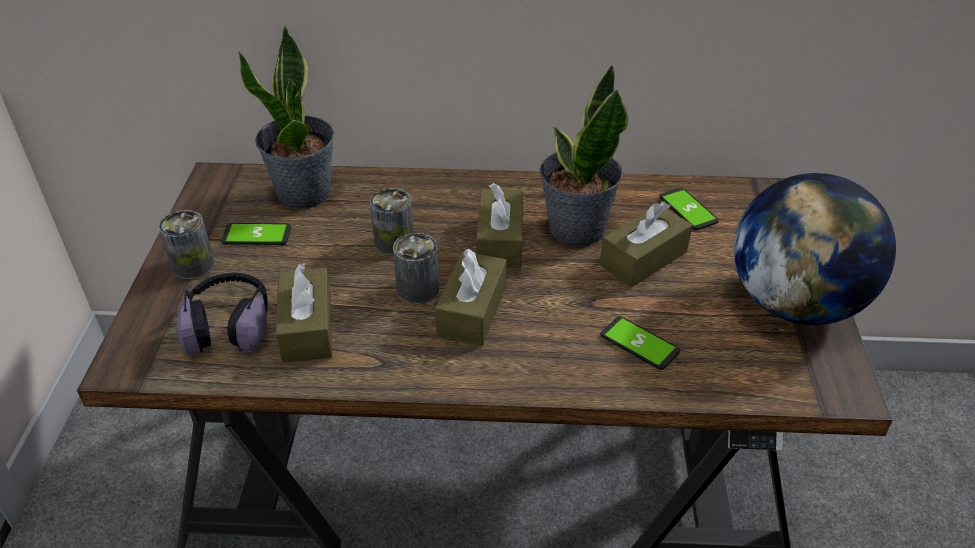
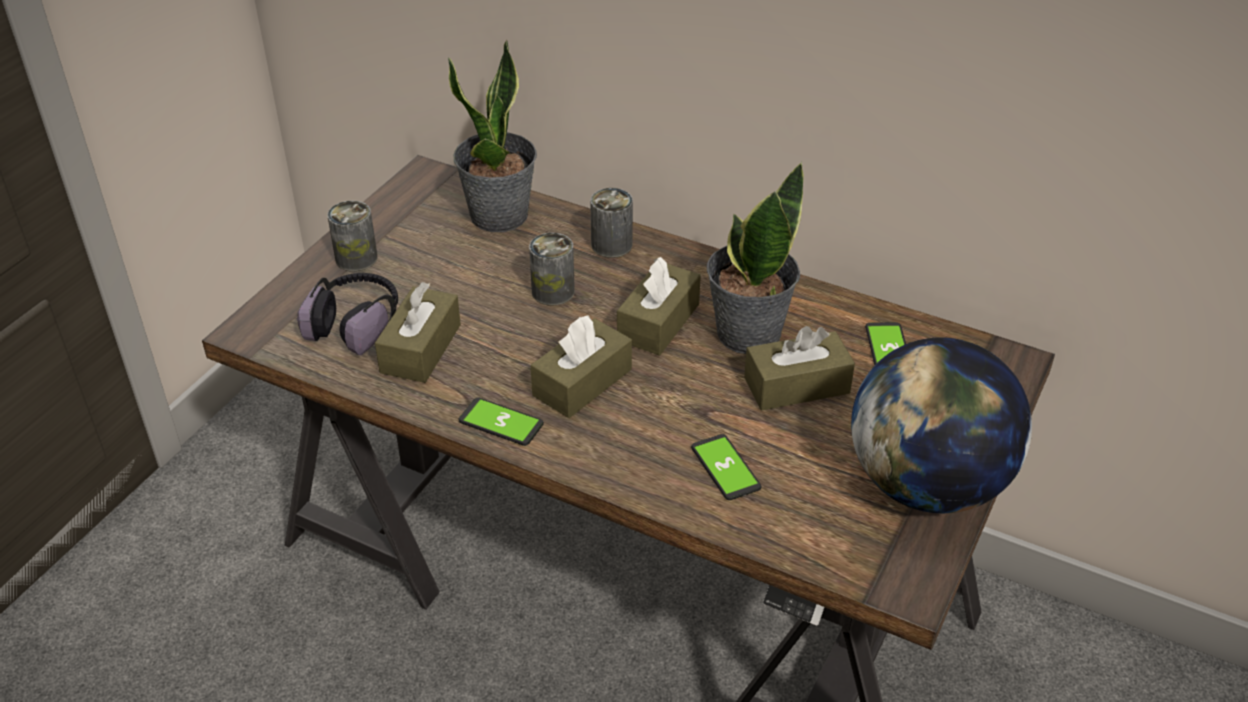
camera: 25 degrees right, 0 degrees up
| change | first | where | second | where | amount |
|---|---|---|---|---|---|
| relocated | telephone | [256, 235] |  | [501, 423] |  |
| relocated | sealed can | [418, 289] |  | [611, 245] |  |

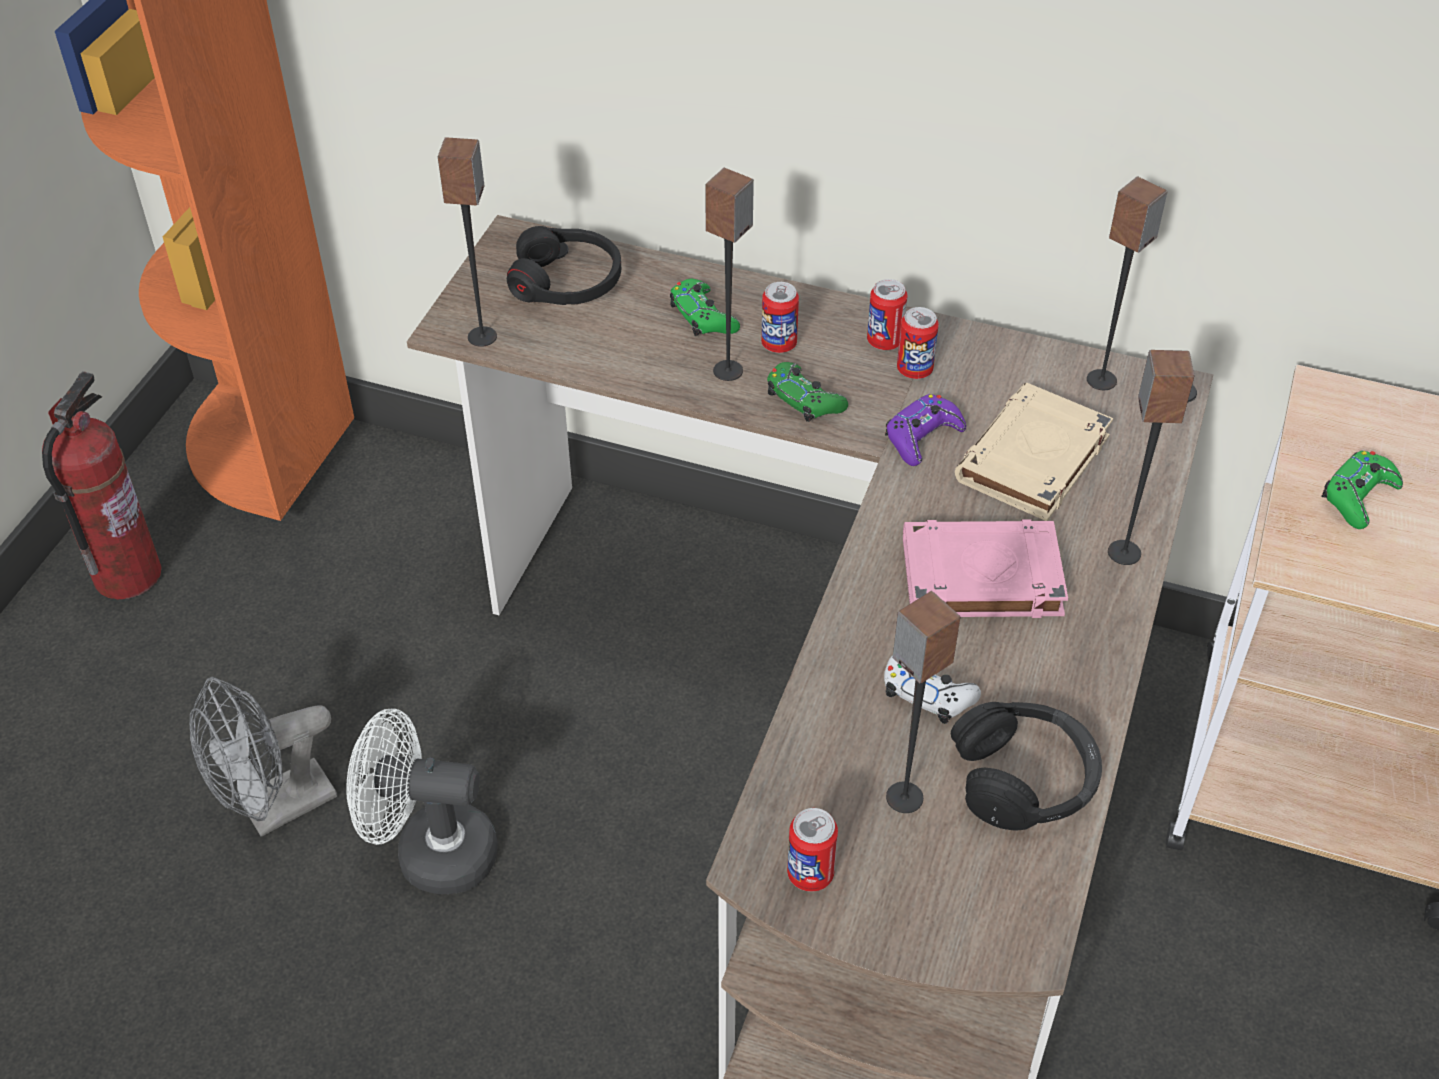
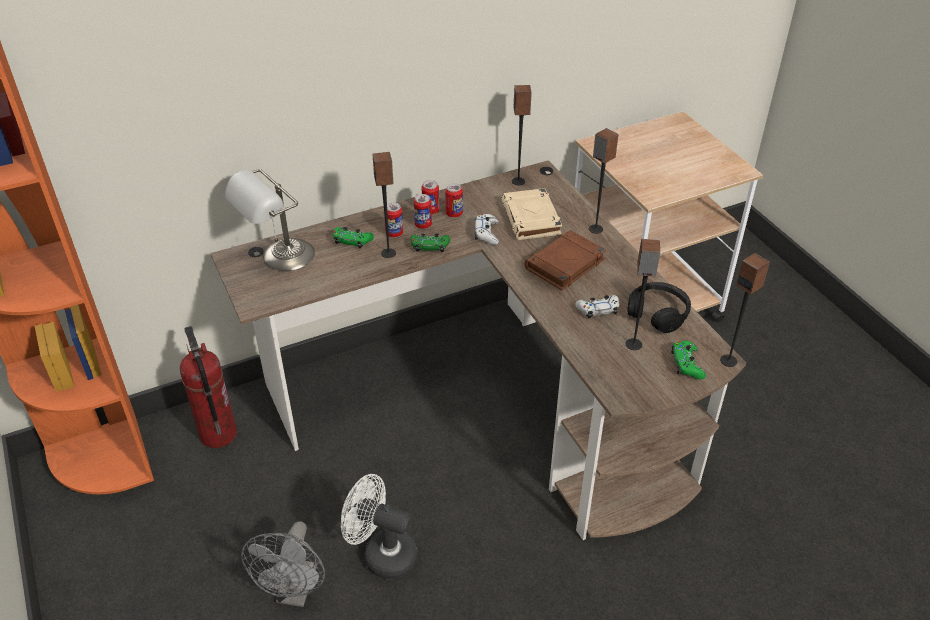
camera: 45 degrees left, 5 degrees down
| change | first | where | second | where | amount |
|---|---|---|---|---|---|
| relocated | fire-fighting cylinder | [127, 574] |  | [217, 434] |  |
| relocated | loudspeaker | [483, 337] |  | [729, 360] |  |
| relocated | sealed can | [810, 874] |  | [423, 225] |  |
| relocated | green-coloured game controller | [1358, 496] |  | [687, 364] |  |
| exchanged | black-coloured pair of headphones | [567, 281] | whitish tabletop lamp | [279, 259] |  |
| colour | purple-coloured game controller | [922, 437] | whitish game controller | [486, 233] |  |
| colour | pink-coloured volume | [979, 577] | brown volume | [564, 264] |  |
| spun | whitish fan | [430, 852] |  | [382, 554] | 60 degrees clockwise |

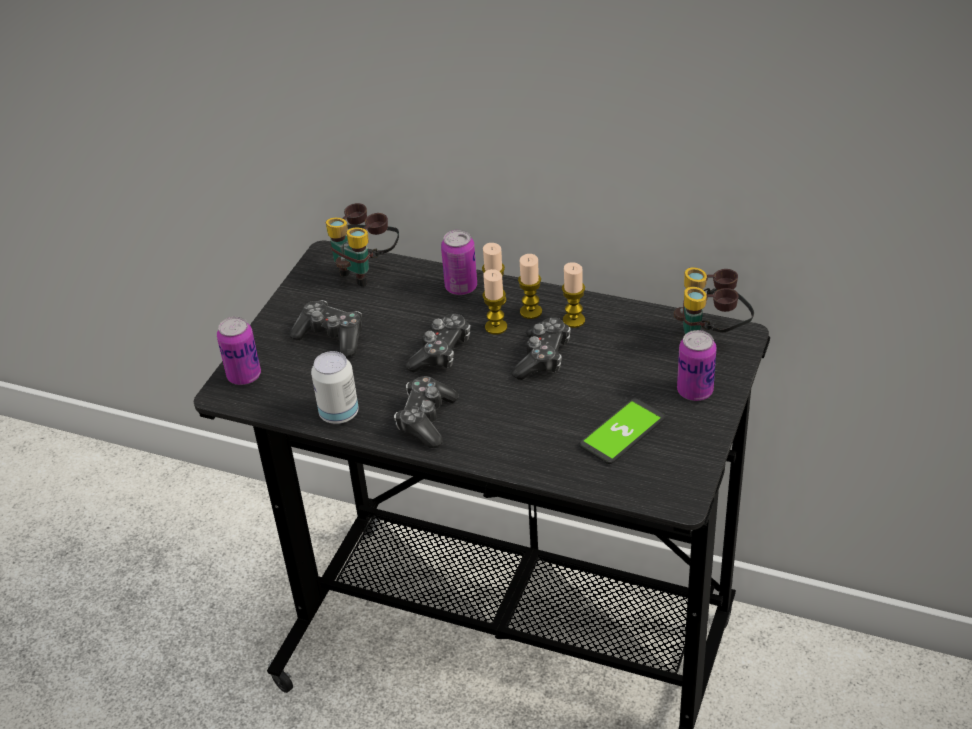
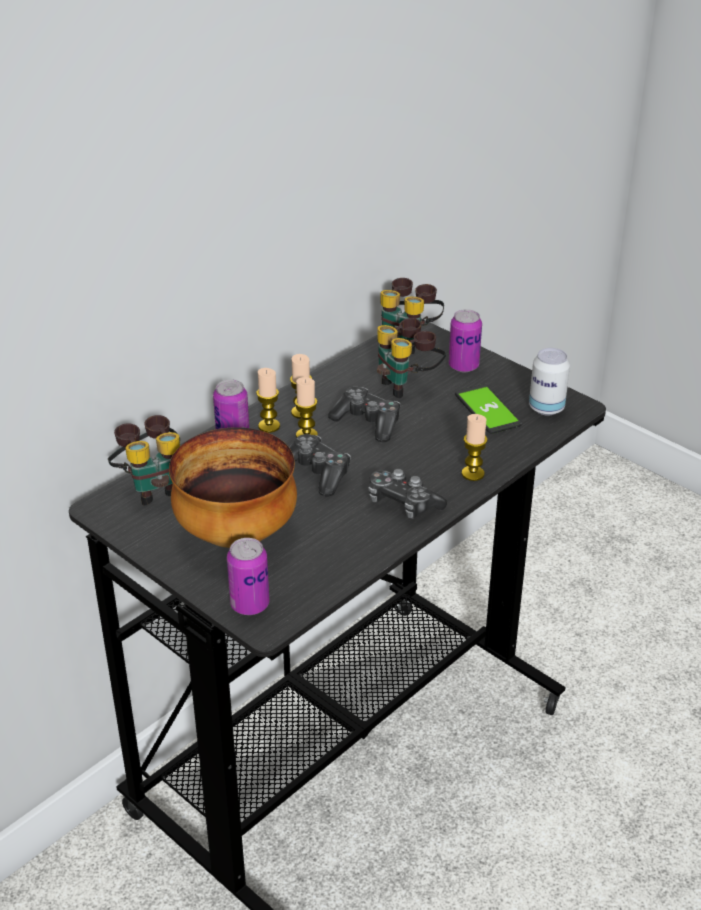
camera: 70 degrees left, 5 degrees down
| change | first | where | second | where | amount |
|---|---|---|---|---|---|
| appeared |  |  | binoculars | [408, 385] |  |
| relocated | sealed can | [339, 414] |  | [546, 408] |  |
| relocated | wax candle | [574, 320] |  | [472, 474] |  |
| exchanged | game controller | [331, 336] | deep dish | [237, 533] |  |

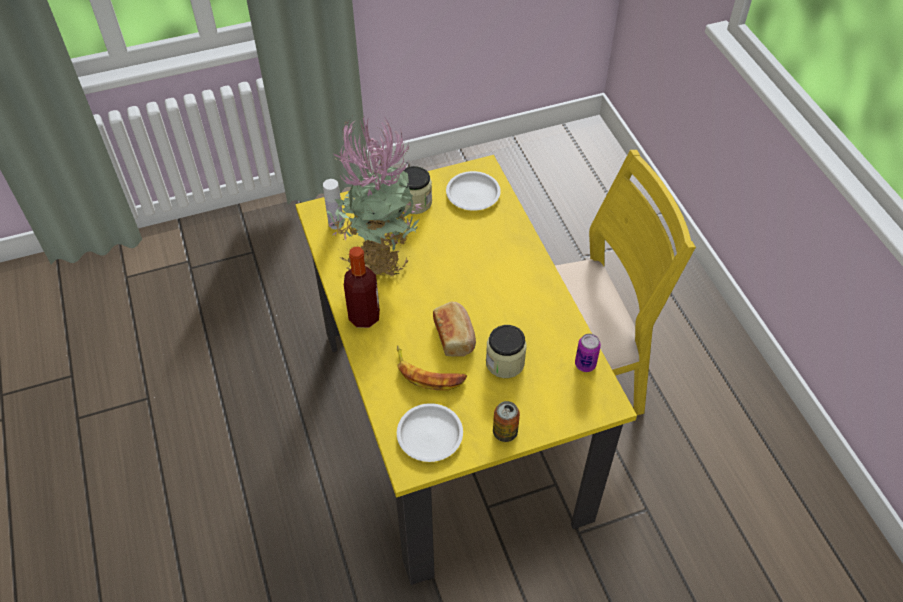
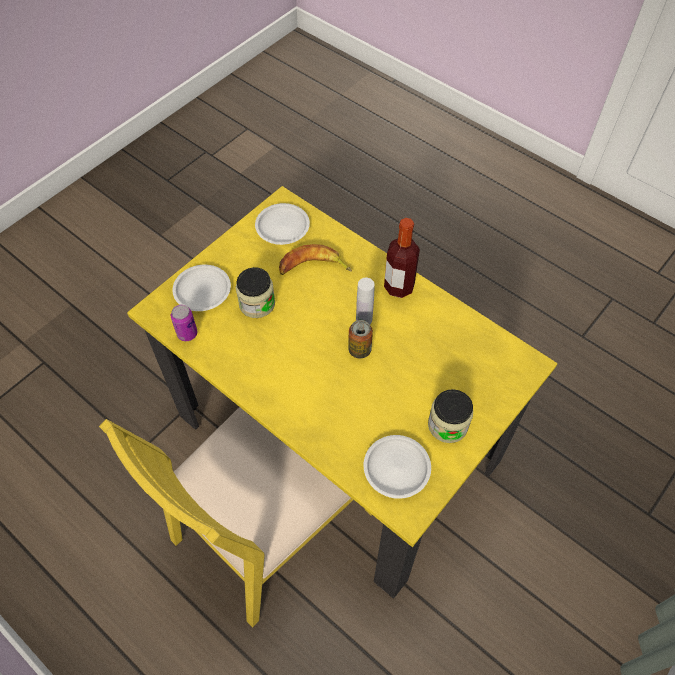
camera: 150 degrees right, 5 degrees up
| change | first | where | second | where | amount |
|---|---|---|---|---|---|
| missing | houseplant | [378, 257] |  |  |  |
| missing | bread | [455, 336] |  |  |  |
| appeared |  |  | whitish plate | [202, 290] |  |
| relocated | whitish beverage bottle | [336, 223] |  | [364, 319] |  |
| relocated | sealed can | [505, 432] |  | [359, 350] |  |

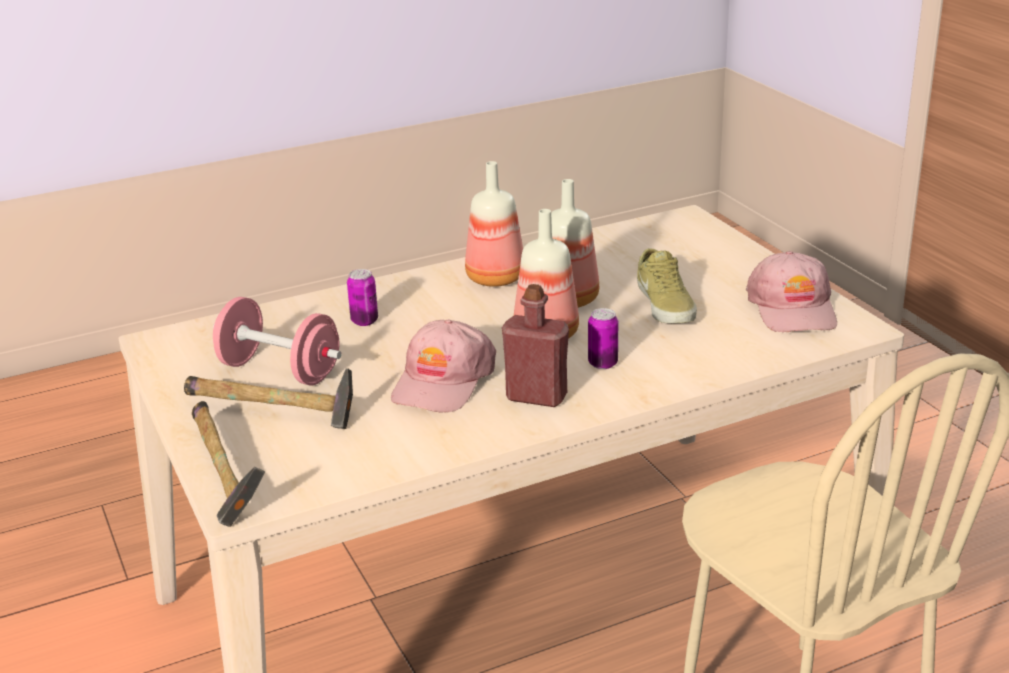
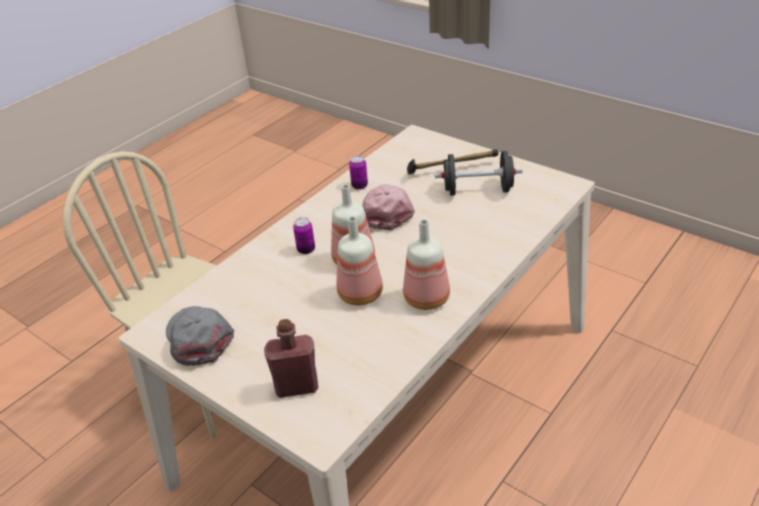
camera: 155 degrees right, 10 degrees up
| change | first | where | second | where | amount |
|---|---|---|---|---|---|
| missing | hand hammer | [222, 476] |  |  |  |
| missing | beige shoe | [667, 304] |  |  |  |
| relocated | sealed can | [364, 321] |  | [359, 186] |  |
| relocated | red beverage bottle | [536, 397] |  | [297, 387] |  |
| colour | pink-coloured dumbbell | [280, 371] | black-coloured dumbbell | [478, 190] |  |
| colour | pink-coloured baseball cap | [793, 308] | gray baseball cap | [198, 338] |  |

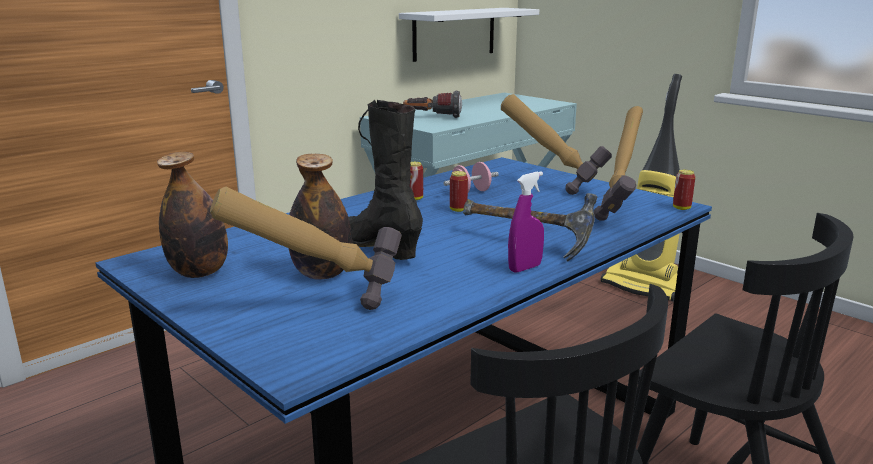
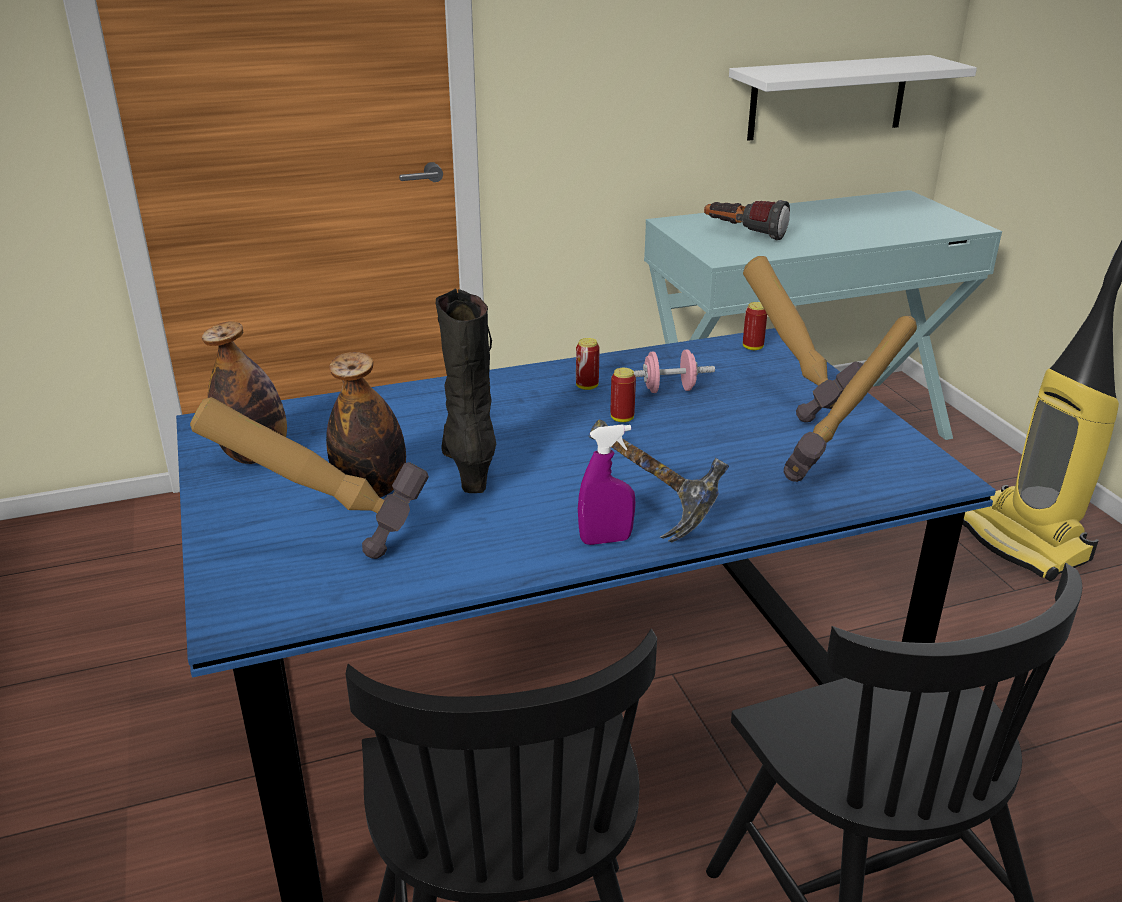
camera: 25 degrees right, 10 degrees up
| change | first | where | second | where | amount |
|---|---|---|---|---|---|
| relocated | sealed can | [681, 208] |  | [752, 347] |  |

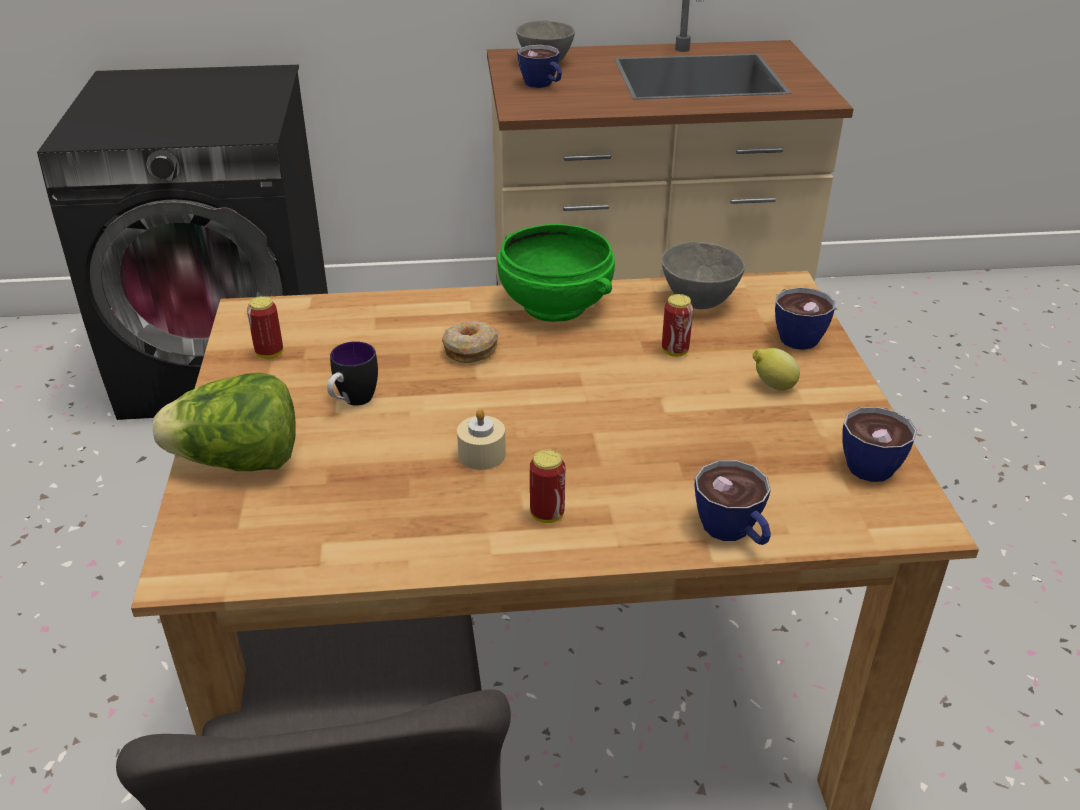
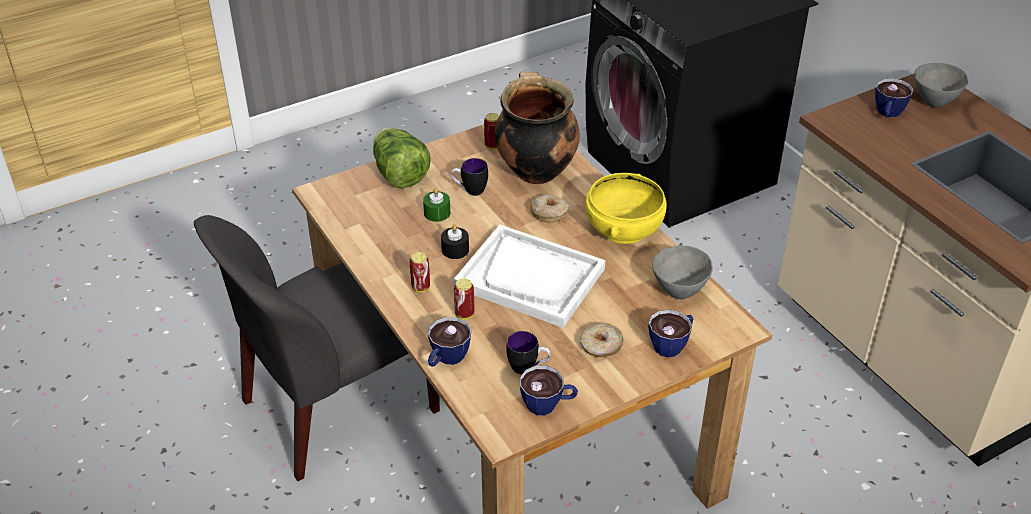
camera: 65 degrees right, 5 degrees up
| change | first | where | second | where | amount |
|---|---|---|---|---|---|
| appeared |  |  | green-coloured wax candle | [437, 213] |  |
| appeared |  |  | whitish tray | [530, 278] |  |
| appeared |  |  | cooking pot | [535, 170] |  |
| appeared |  |  | tea mug | [528, 368] |  |
| relocated | sealed can | [674, 351] |  | [464, 314] |  |
| exchanged | whole lemon | [772, 386] | doughnut | [601, 346] |  |
| colour | beige wax candle | [482, 454] | black-coloured wax candle | [455, 250] |  |
| colour | green-coloured deep dish | [554, 306] | yellow-coloured deep dish | [622, 230] |  |

